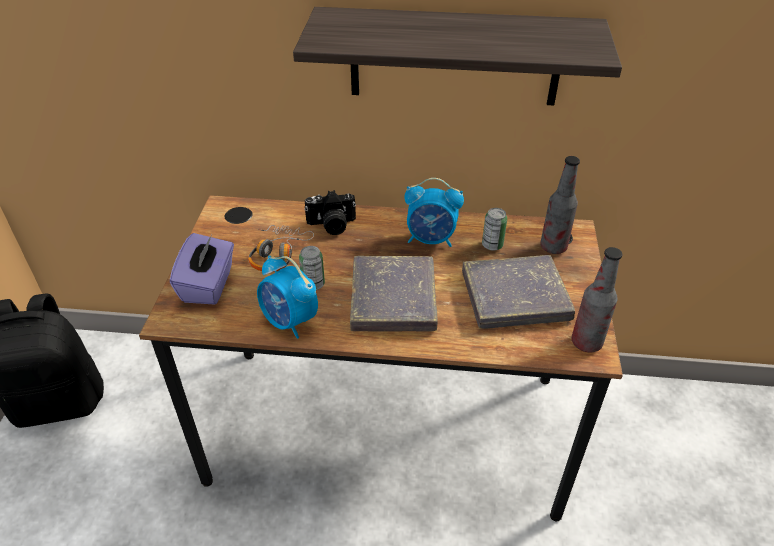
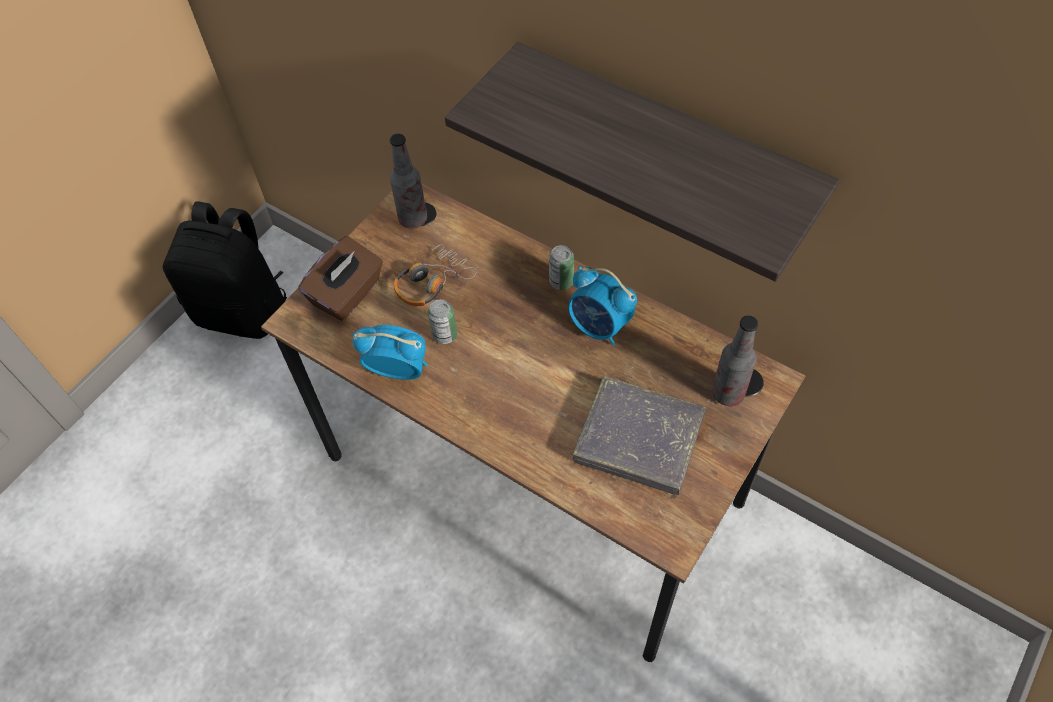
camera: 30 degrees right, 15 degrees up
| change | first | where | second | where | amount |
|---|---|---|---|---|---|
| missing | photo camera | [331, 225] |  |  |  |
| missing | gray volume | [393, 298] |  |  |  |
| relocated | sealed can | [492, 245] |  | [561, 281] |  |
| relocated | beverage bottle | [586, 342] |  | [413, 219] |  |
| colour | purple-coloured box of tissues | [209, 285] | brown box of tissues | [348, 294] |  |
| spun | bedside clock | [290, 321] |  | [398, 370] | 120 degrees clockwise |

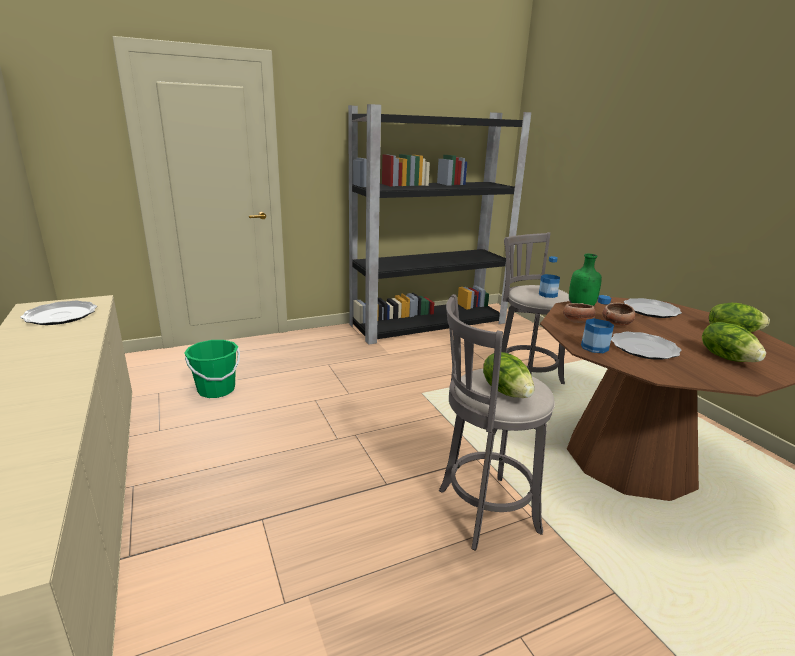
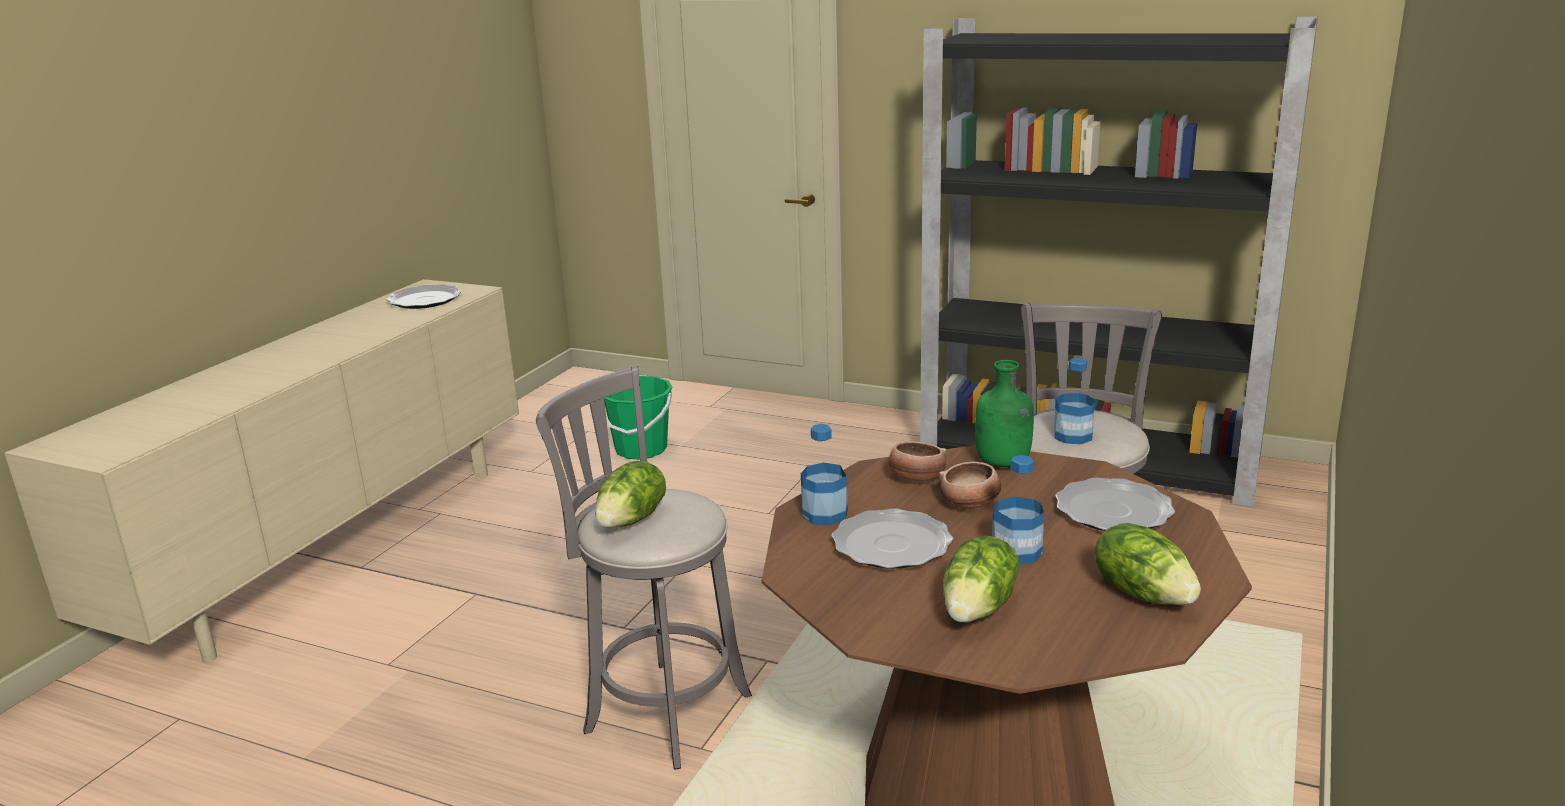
camera: 50 degrees right, 0 degrees up
| change | first | where | second | where | amount |
|---|---|---|---|---|---|
| appeared |  |  | beverage bottle | [1016, 552] |  |

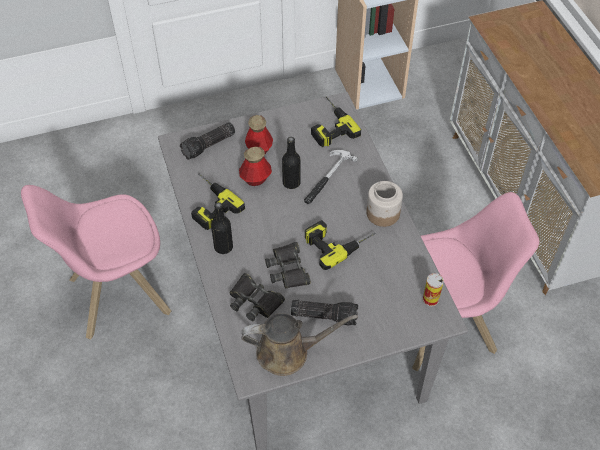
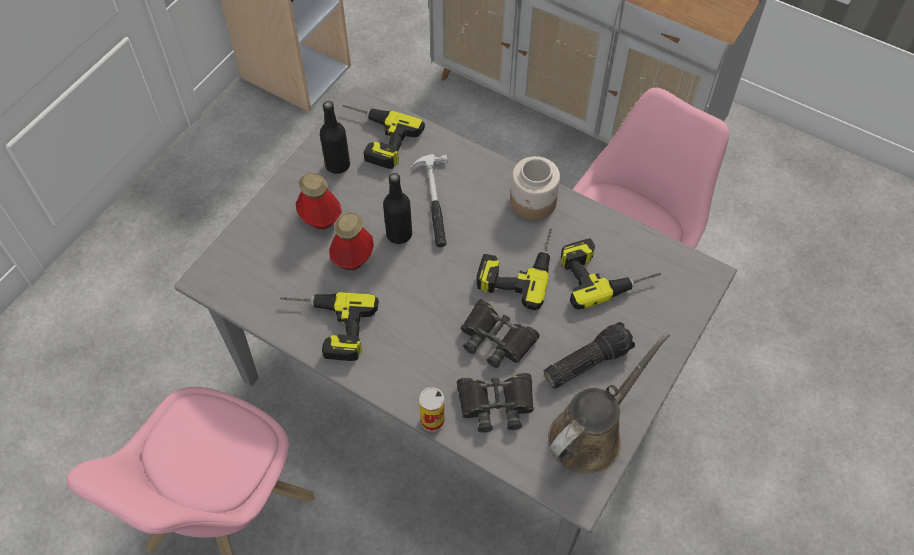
camera: 40 degrees left, 5 degrees up
| change | first | where | second | where | amount |
|---|---|---|---|---|---|
| missing | flashlight | [209, 146] |  |  |  |
| appeared |  |  | electric drill | [605, 272] |  |
| relocated | black-coloured beverage bottle | [223, 247] |  | [337, 165] |  |
| relocated | sealed can | [430, 299] |  | [432, 420] |  |

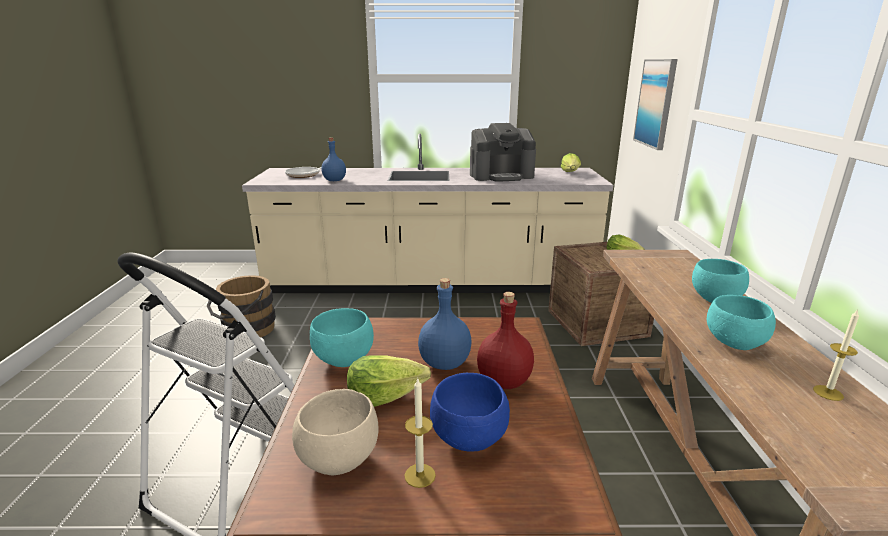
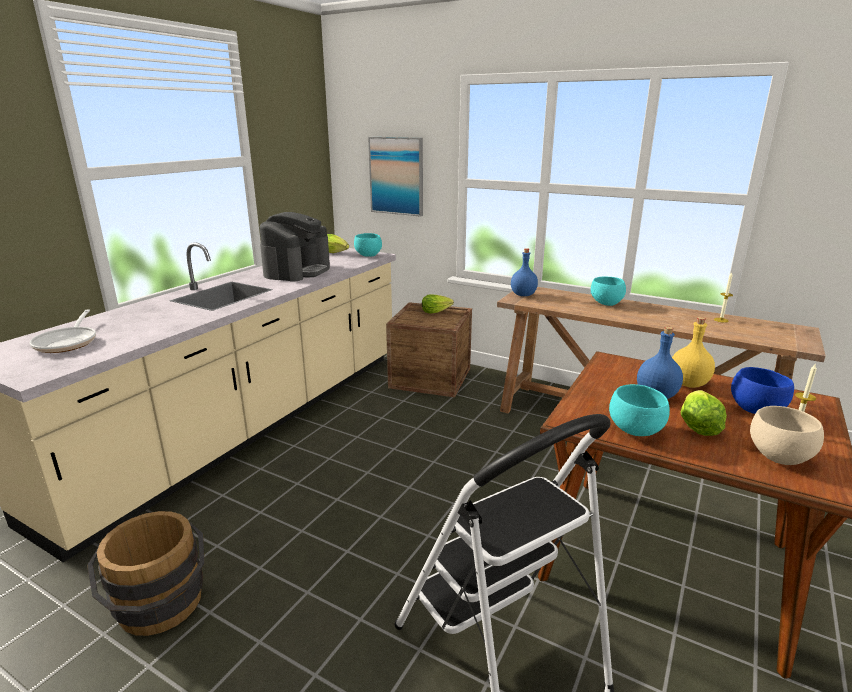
camera: 60 degrees left, 0 degrees up
| change | first | where | second | where | amount |
|---|---|---|---|---|---|
| relocated | blue-coloured beverage bottle | [334, 180] |  | [523, 295] |  |
| relocated | turquoise deep dish | [735, 344] |  | [369, 256] |  |
| colour | red beverage bottle | [504, 381] | yellow-coloured beverage bottle | [687, 383] |  |

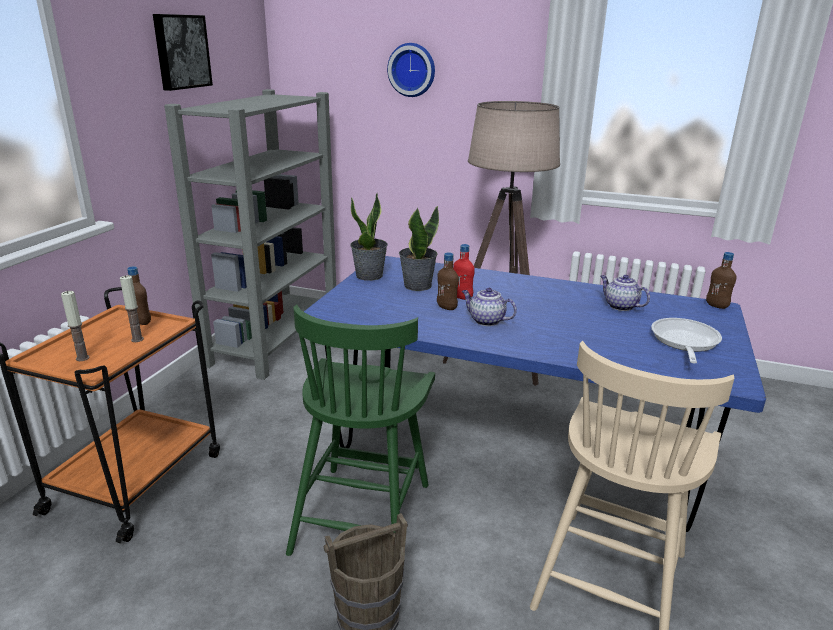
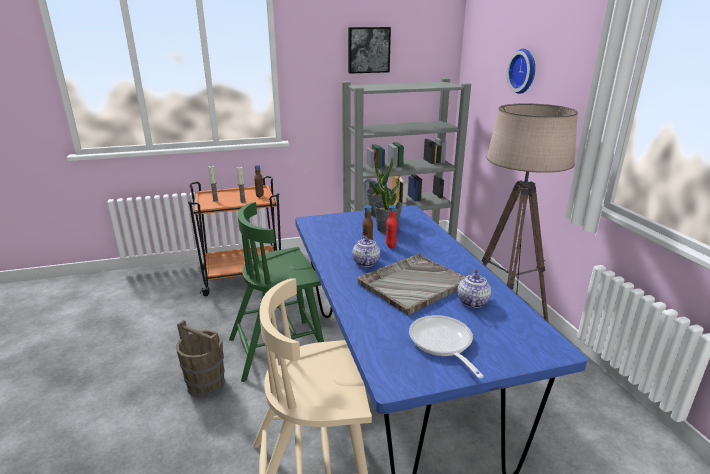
camera: 55 degrees right, 0 degrees up
| change | first | where | second | where | amount |
|---|---|---|---|---|---|
| missing | brown beverage bottle | [716, 306] |  |  |  |
| appeared |  |  | gray tray | [412, 284] |  |
| spun | pan | [684, 342] |  | [442, 344] | 90 degrees counterclockwise |

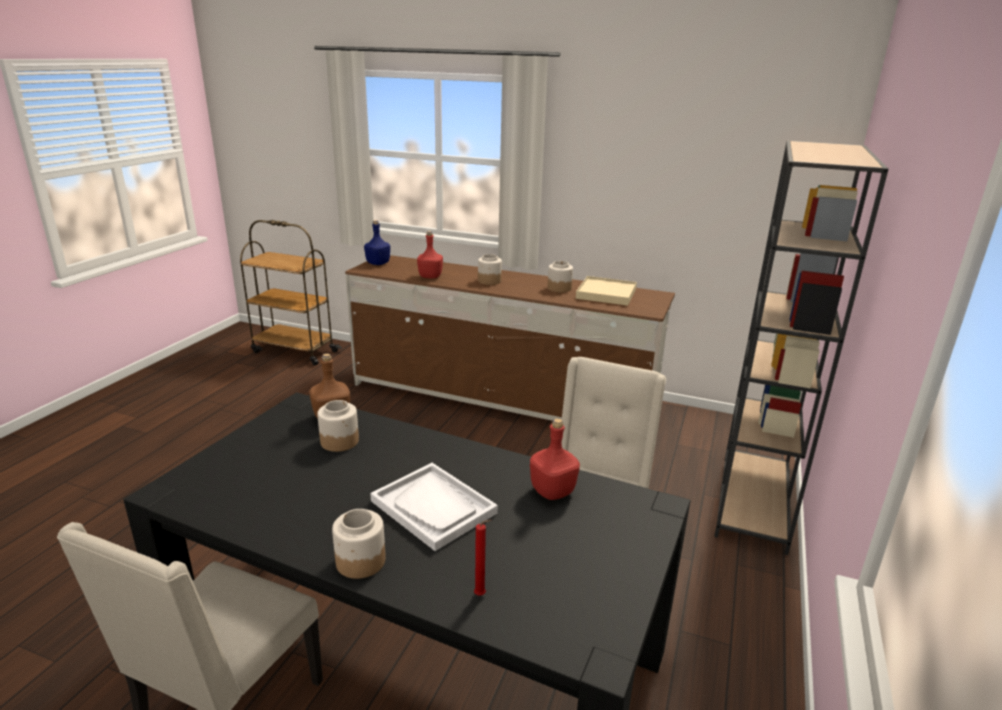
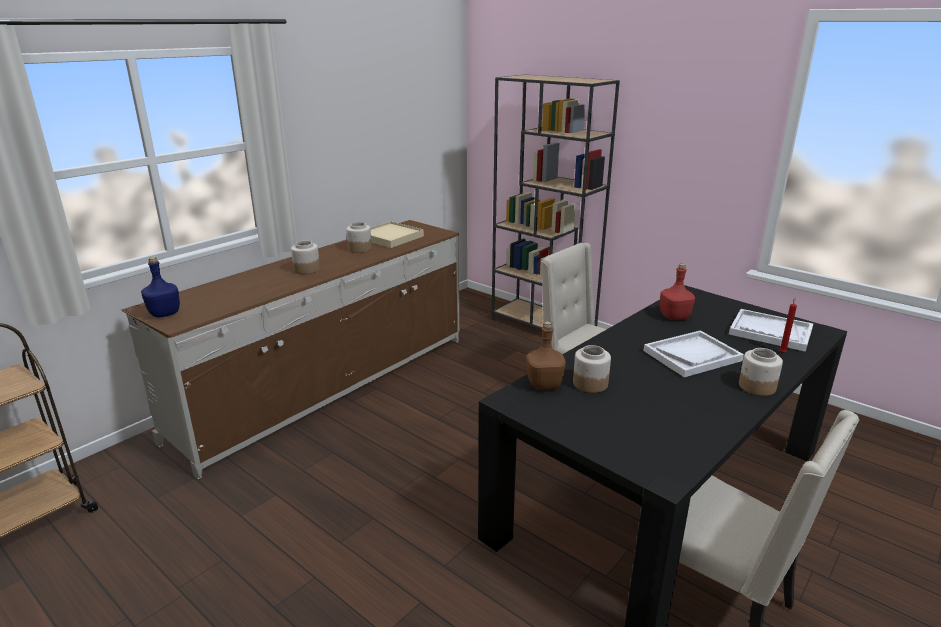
camera: 70 degrees left, 0 degrees up
| change | first | where | second | where | amount |
|---|---|---|---|---|---|
| missing | red beverage bottle | [430, 276] |  |  |  |
| appeared |  |  | whitish tray | [770, 332] |  |

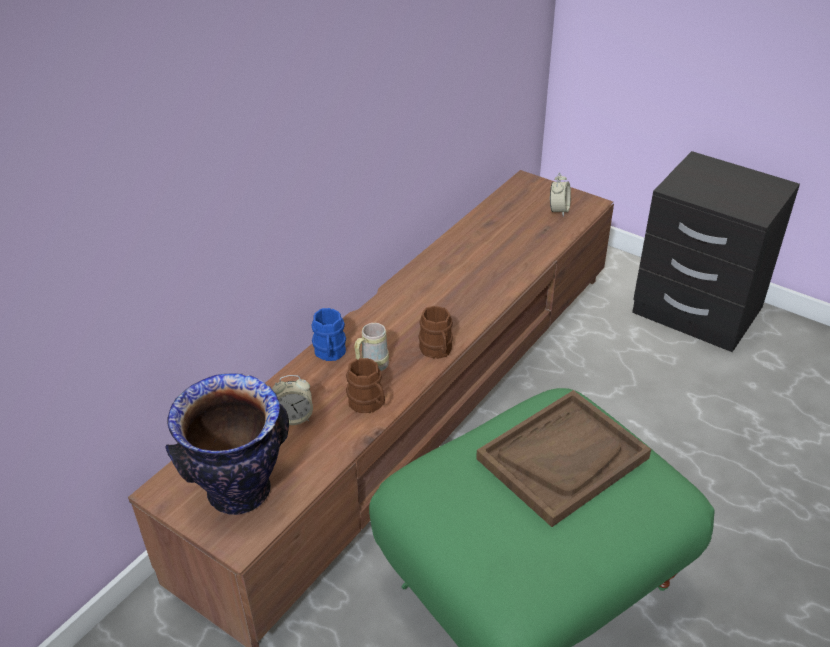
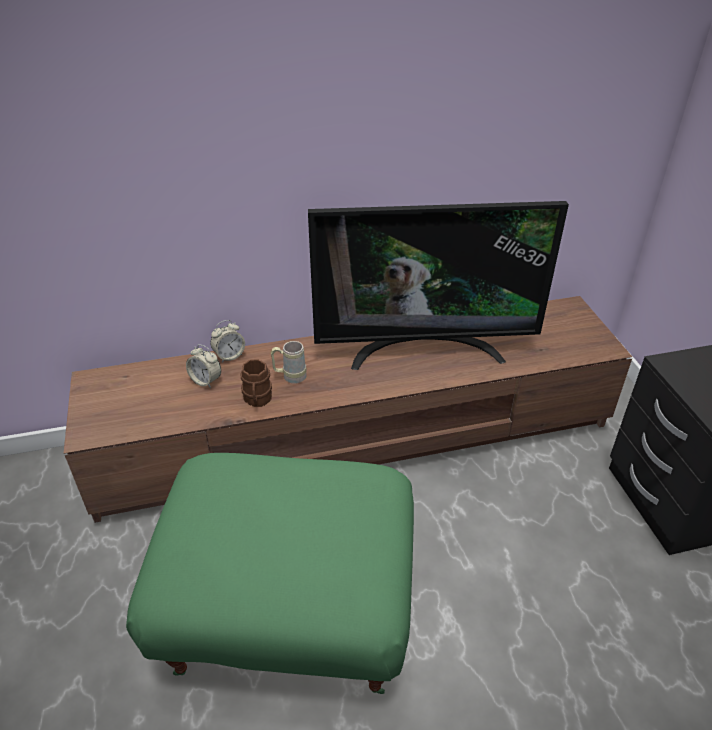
camera: 40 degrees right, 0 degrees up
| change | first | where | second | where | amount |
|---|---|---|---|---|---|
| missing | vase | [240, 492] |  |  |  |
| missing | blue-coloured tea mug | [330, 353] |  |  |  |
| missing | brown tea mug | [437, 351] |  |  |  |
| missing | brown tray | [562, 458] |  |  |  |
| appeared |  |  | TV | [425, 348] |  |
| relocated | bedside clock | [559, 210] |  | [229, 356] |  |

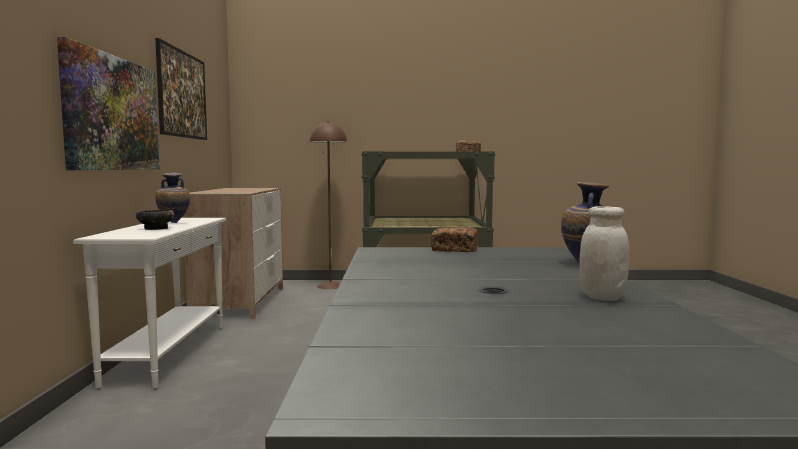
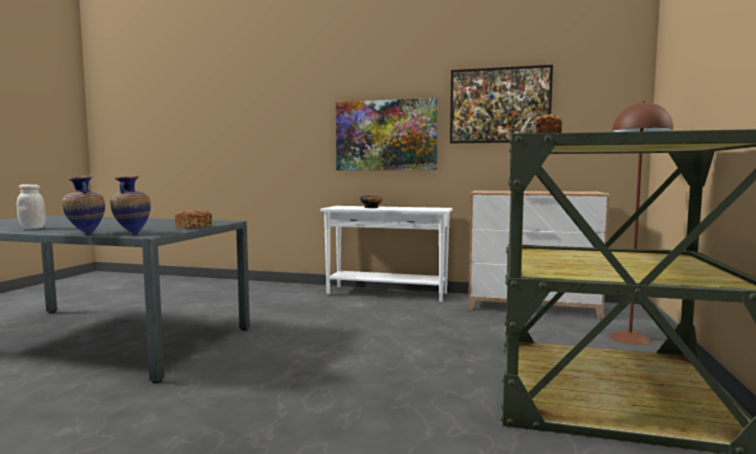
camera: 105 degrees right, 0 degrees up
| change | first | where | second | where | amount |
|---|---|---|---|---|---|
| relocated | vase | [173, 223] |  | [132, 233] |  |

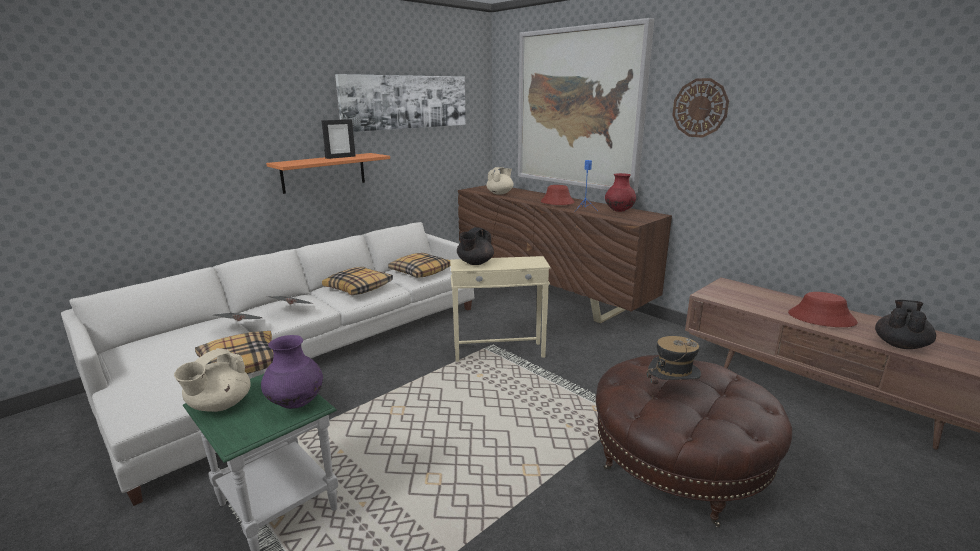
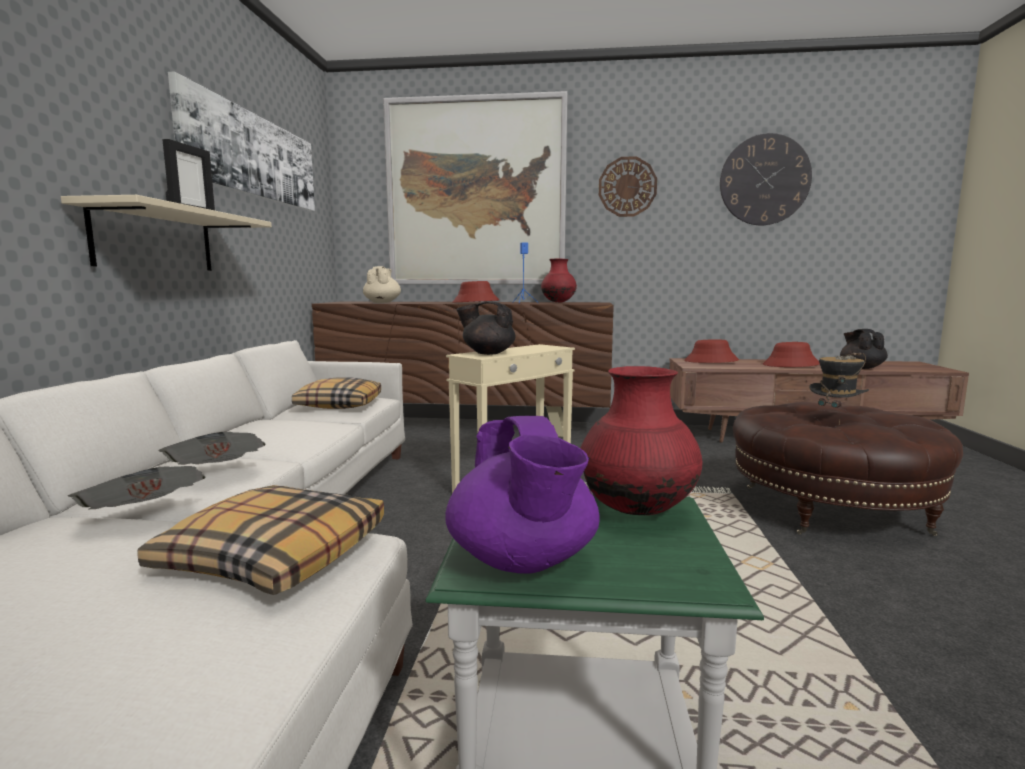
camera: 40 degrees left, 10 degrees down
| change | first | where | second | where | amount |
|---|---|---|---|---|---|
| missing | pillow | [359, 288] |  |  |  |
| appeared |  |  | red hat | [711, 361] |  |
| appeared |  |  | wall clock | [764, 180] |  |
| colour | beige teapot | [219, 405] | purple-coloured teapot | [523, 561] |  |
| colour | purple-coloured vase | [296, 403] | red vase | [637, 511] |  |
| colour | orange-coloured shelf | [324, 172] | beige shelf | [155, 240] |  |
| spun | black-coloured teapot | [475, 263] |  | [487, 353] | 105 degrees clockwise |

